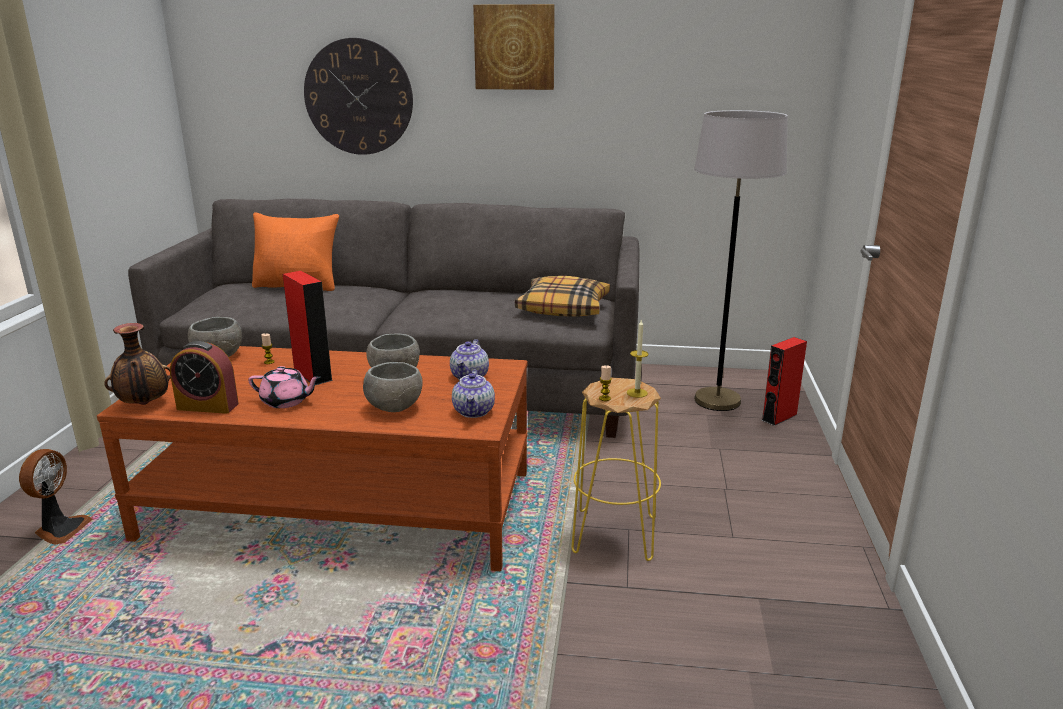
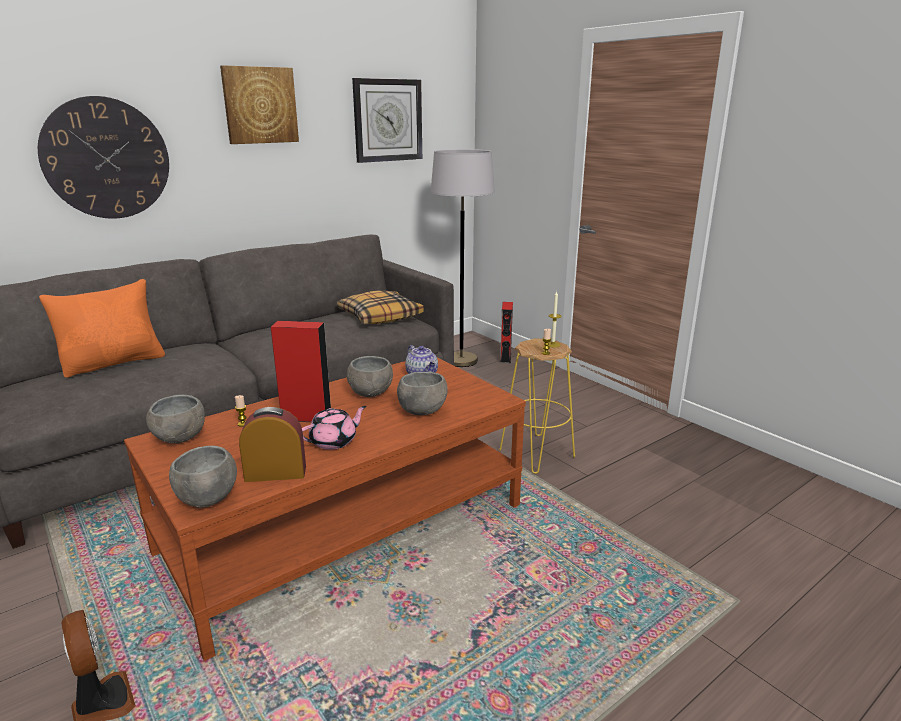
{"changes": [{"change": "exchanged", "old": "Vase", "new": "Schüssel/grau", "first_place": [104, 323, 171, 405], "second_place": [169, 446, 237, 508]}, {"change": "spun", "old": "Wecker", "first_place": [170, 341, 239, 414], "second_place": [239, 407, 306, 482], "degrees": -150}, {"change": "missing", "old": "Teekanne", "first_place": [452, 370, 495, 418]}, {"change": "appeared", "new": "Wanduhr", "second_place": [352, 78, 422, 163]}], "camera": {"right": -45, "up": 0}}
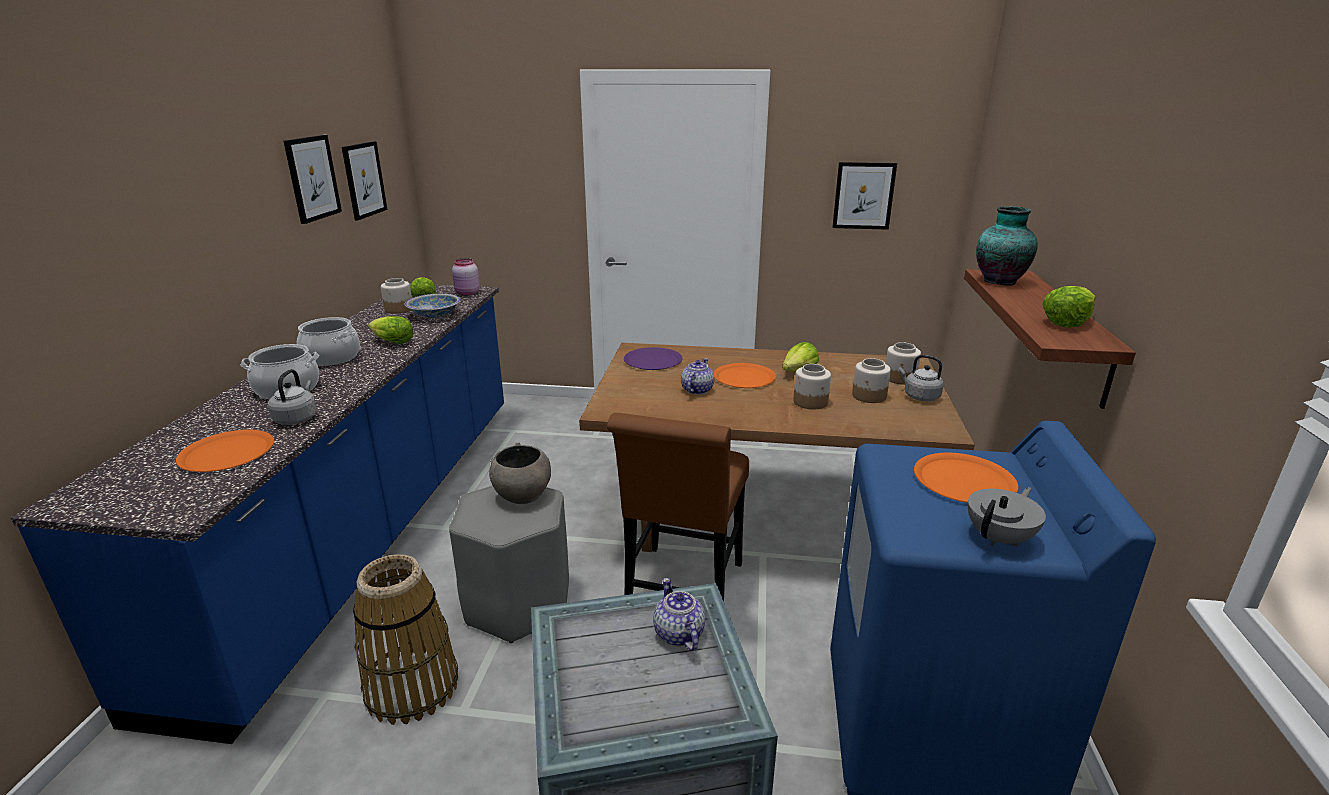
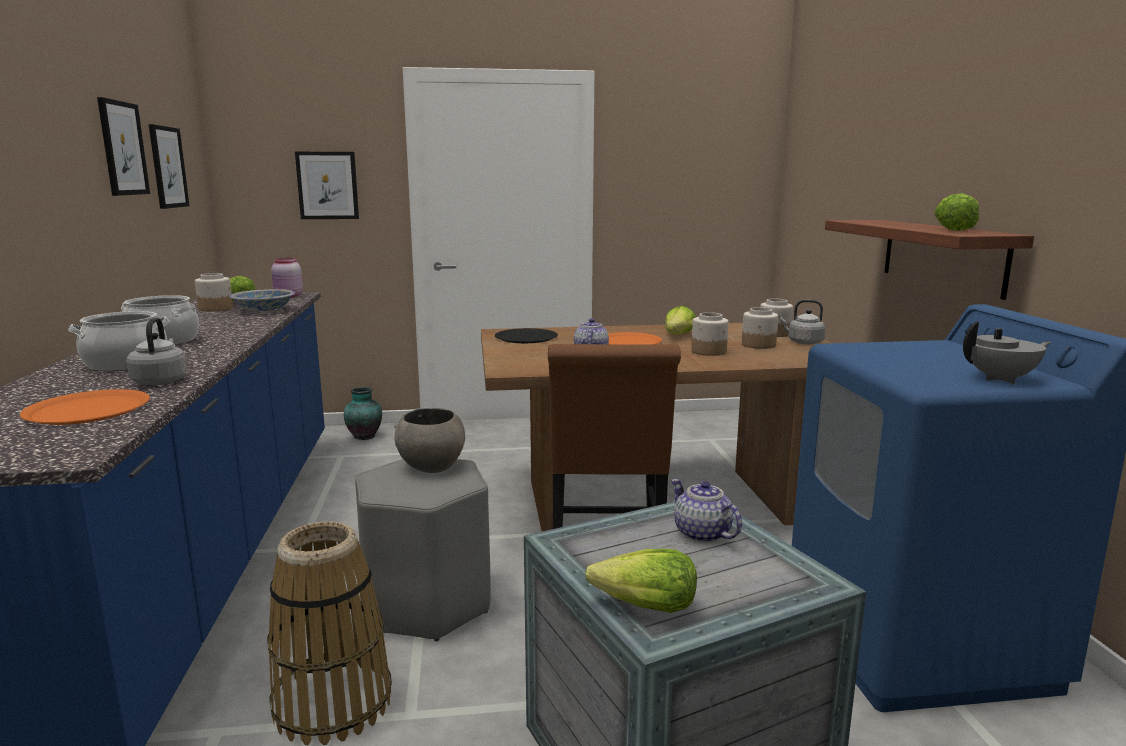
{"changes": [{"change": "relocated", "old": "Bild", "first_place": [832, 162, 897, 230], "second_place": [295, 152, 359, 219]}, {"change": "relocated", "old": "Vase", "first_place": [976, 206, 1038, 286], "second_place": [344, 387, 382, 440]}, {"change": "relocated", "old": "Salatkopf", "first_place": [368, 316, 414, 344], "second_place": [585, 549, 697, 613]}, {"change": "colour", "old": "Teller/lila", "new": "Teller/schwarz", "first_place": [624, 347, 683, 370], "second_place": [495, 328, 558, 343]}, {"change": "missing", "old": "Teller/orange", "first_place": [914, 453, 1018, 503]}, {"change": "spun", "old": "Teekanne/grau", "first_place": [968, 487, 1046, 547], "second_place": [963, 321, 1051, 384], "degrees": 45}], "camera": {"right": -15, "up": -10}}
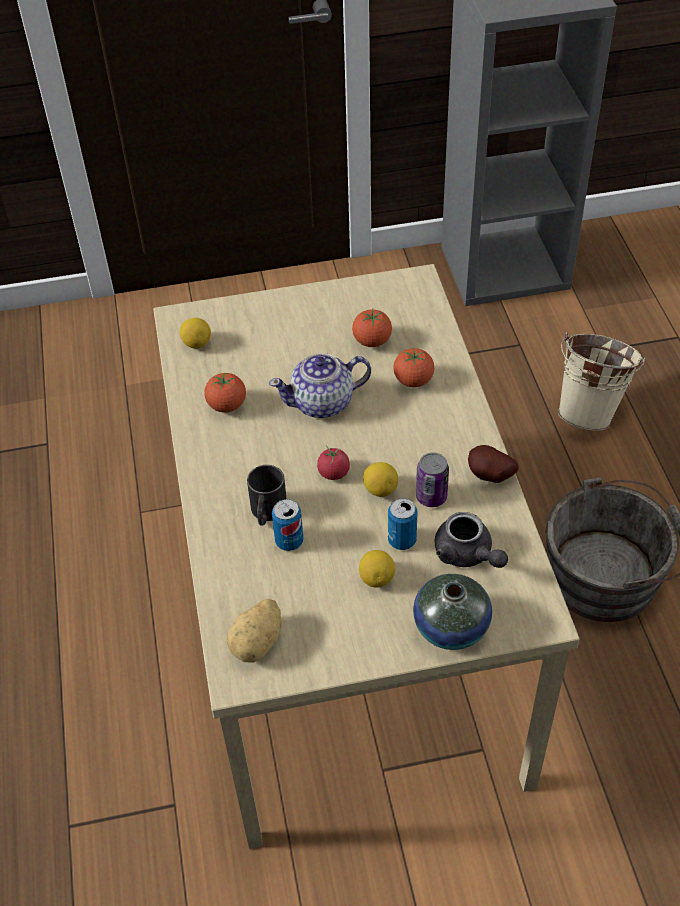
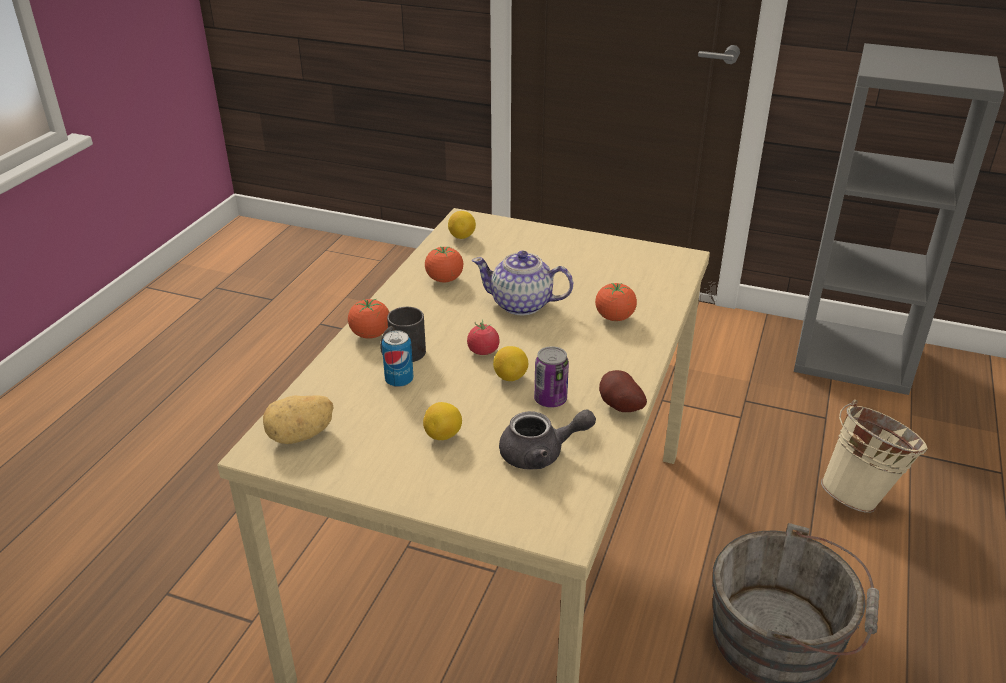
{"changes": [{"change": "relocated", "old": "Tomate", "first_place": [352, 309, 392, 347], "second_place": [348, 299, 390, 339]}, {"change": "missing", "old": "Dose", "first_place": [388, 498, 417, 550]}, {"change": "spun", "old": "Teekanne/grau", "first_place": [435, 512, 508, 568], "second_place": [499, 409, 596, 469], "degrees": -90}, {"change": "missing", "old": "Vase", "first_place": [413, 574, 492, 650]}], "camera": {"right": 30, "up": -15}}
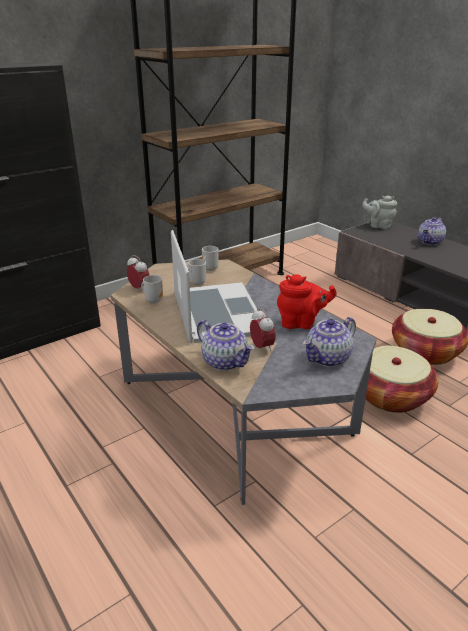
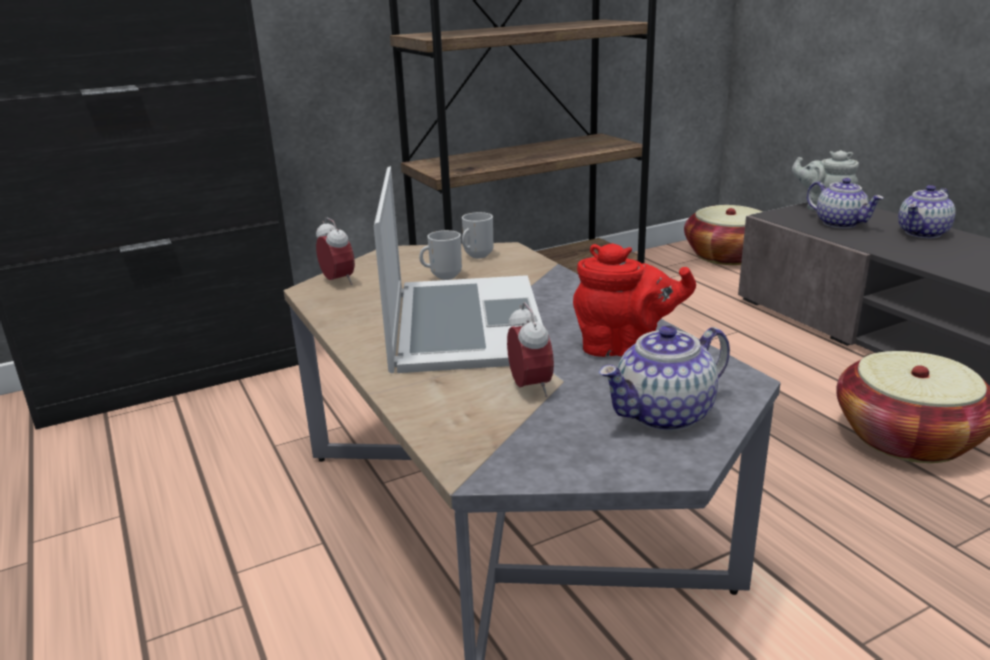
{"changes": [{"change": "missing", "old": "Henkelbecher", "first_place": [141, 275, 163, 304]}, {"change": "relocated", "old": "Teekanne", "first_place": [197, 320, 255, 371], "second_place": [807, 178, 884, 229]}, {"change": "relocated", "old": "Korb", "first_place": [366, 346, 439, 413], "second_place": [684, 205, 763, 265]}], "camera": {"right": 10, "up": -5}}
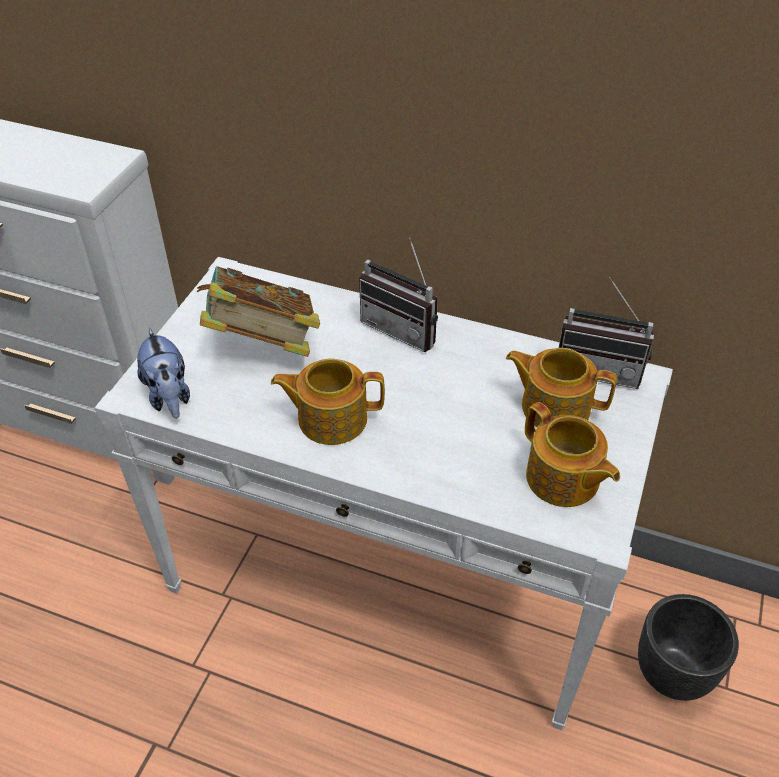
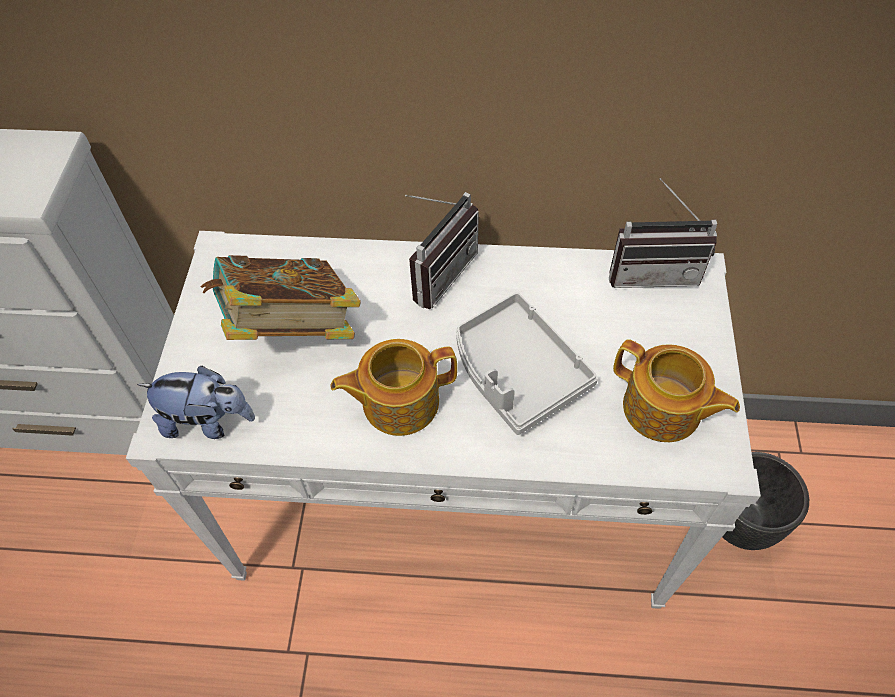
{"changes": [{"change": "spun", "old": "Radio", "first_place": [359, 238, 438, 352], "second_place": [405, 192, 479, 309], "degrees": -75}, {"change": "spun", "old": "Plüschtier", "first_place": [137, 328, 190, 419], "second_place": [137, 366, 255, 439], "degrees": -45}, {"change": "missing", "old": "Teekanne", "first_place": [506, 348, 617, 427]}, {"change": "appeared", "new": "Tablett/grau", "second_place": [456, 292, 598, 435]}], "camera": {"right": -15, "up": 10}}
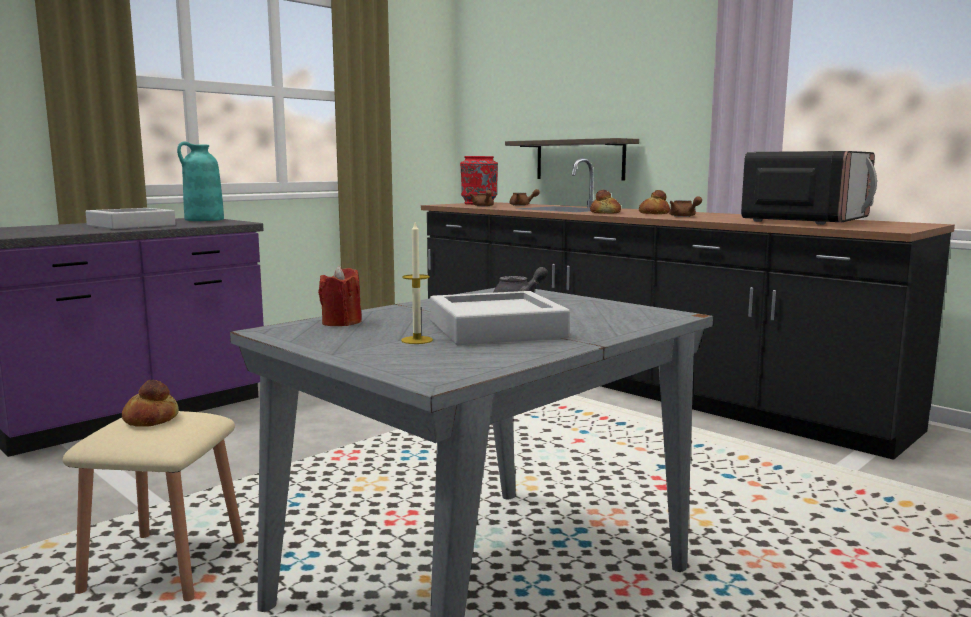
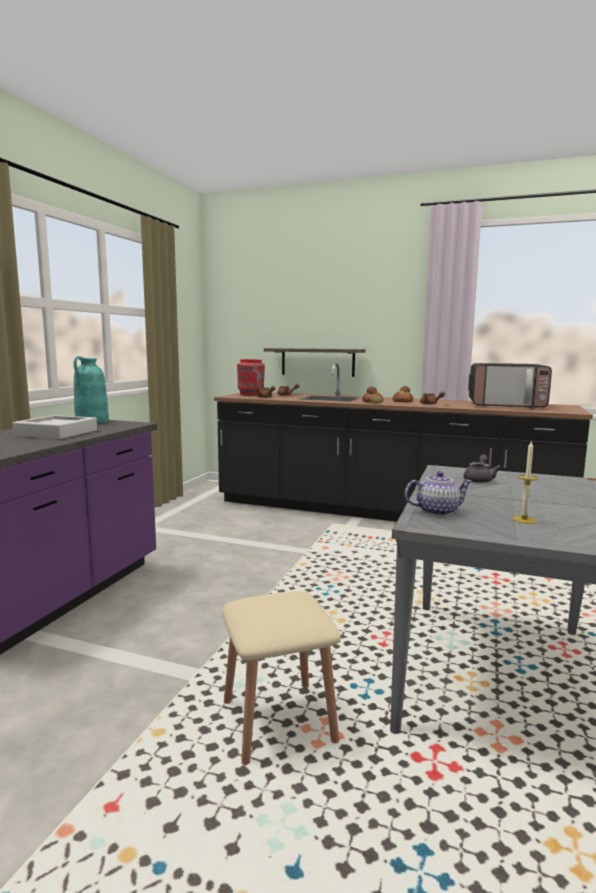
{"changes": [{"change": "spun", "old": "Mikrowelle", "first_place": [741, 151, 877, 225], "second_place": [468, 363, 552, 408], "degrees": 90}, {"change": "exchanged", "old": "Kerze/rot", "new": "Teekanne", "first_place": [318, 266, 362, 326], "second_place": [405, 471, 473, 516]}, {"change": "missing", "old": "Tablett/grau", "first_place": [430, 291, 570, 345]}, {"change": "missing", "old": "Brot", "first_place": [122, 380, 179, 427]}], "camera": {"right": -25, "up": 0}}
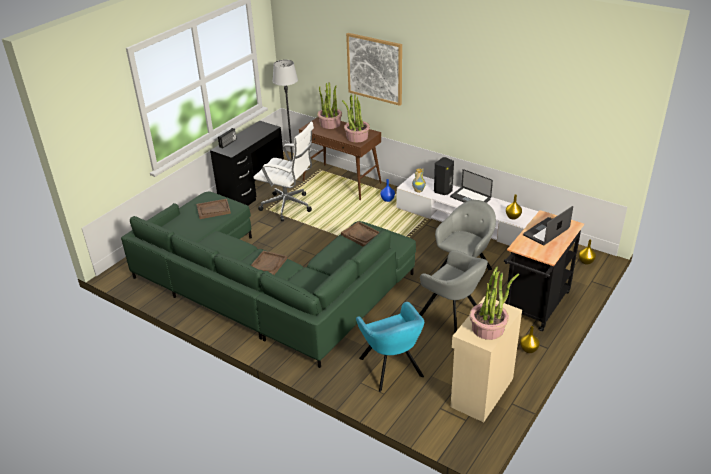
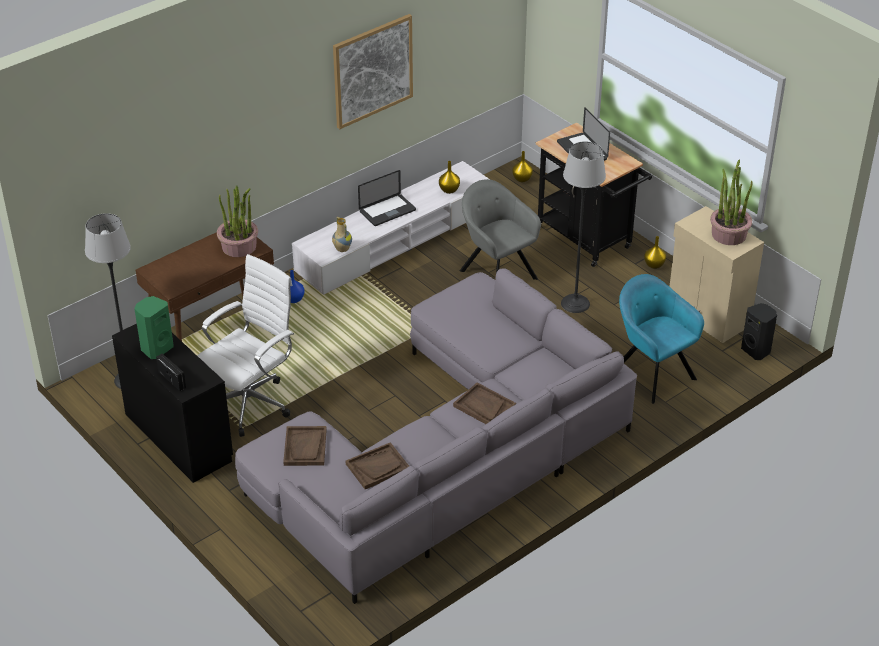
{"changes": [{"change": "relocated", "old": "Bild", "first_place": [346, 33, 402, 106], "second_place": [333, 14, 413, 129]}, {"change": "missing", "old": "Topfpflanze", "first_place": [317, 82, 342, 129]}, {"change": "relocated", "old": "Lautsprecher/schwarz", "first_place": [434, 157, 454, 195], "second_place": [741, 303, 777, 360]}, {"change": "colour", "old": "Sofa/grün", "new": "Sofa/grau", "first_place": [121, 192, 416, 368], "second_place": [235, 268, 637, 604]}, {"change": "relocated", "old": "Tablett/braun", "first_place": [341, 221, 379, 247], "second_place": [346, 442, 409, 489]}, {"change": "exchanged", "old": "Sessel/grau", "new": "Stehlampe", "first_place": [419, 250, 488, 333], "second_place": [561, 142, 606, 313]}, {"change": "spun", "old": "Sessel/türkis", "first_place": [356, 302, 424, 392], "second_place": [619, 274, 704, 404], "degrees": -120}, {"change": "appeared", "new": "Lautsprecher/grün", "second_place": [134, 296, 174, 359]}], "camera": {"right": -75, "up": 5}}
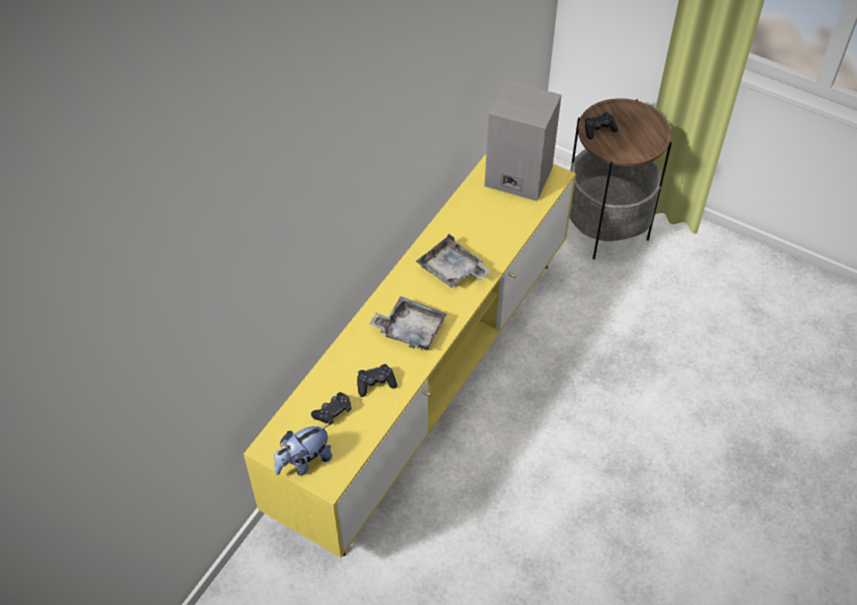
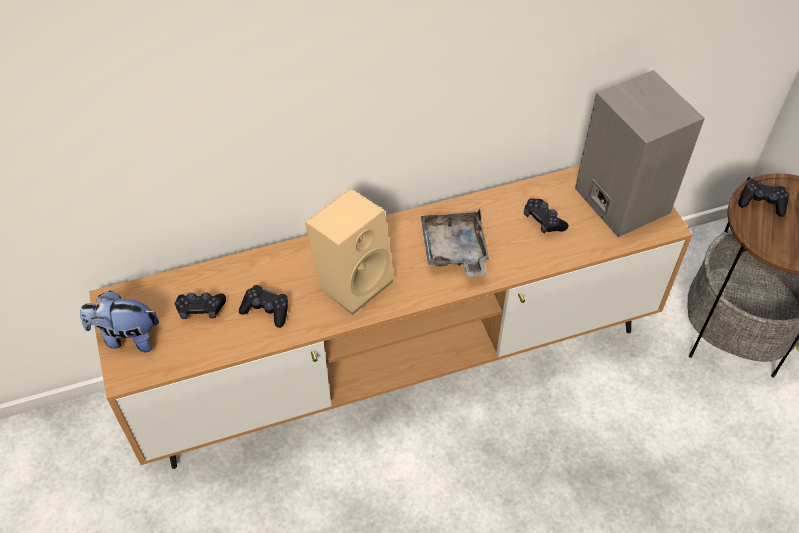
{"changes": [{"change": "colour", "old": "Fernsehschrank/gelb", "new": "Fernsehschrank/braun", "first_place": [244, 154, 576, 558], "second_place": [89, 166, 693, 469]}, {"change": "exchanged", "old": "Tablett/grau", "new": "Lautsprecher/beige", "first_place": [369, 296, 447, 350], "second_place": [305, 188, 394, 315]}, {"change": "appeared", "new": "Gamepad/schwarz", "second_place": [524, 198, 568, 234]}], "camera": {"right": 40, "up": 0}}
